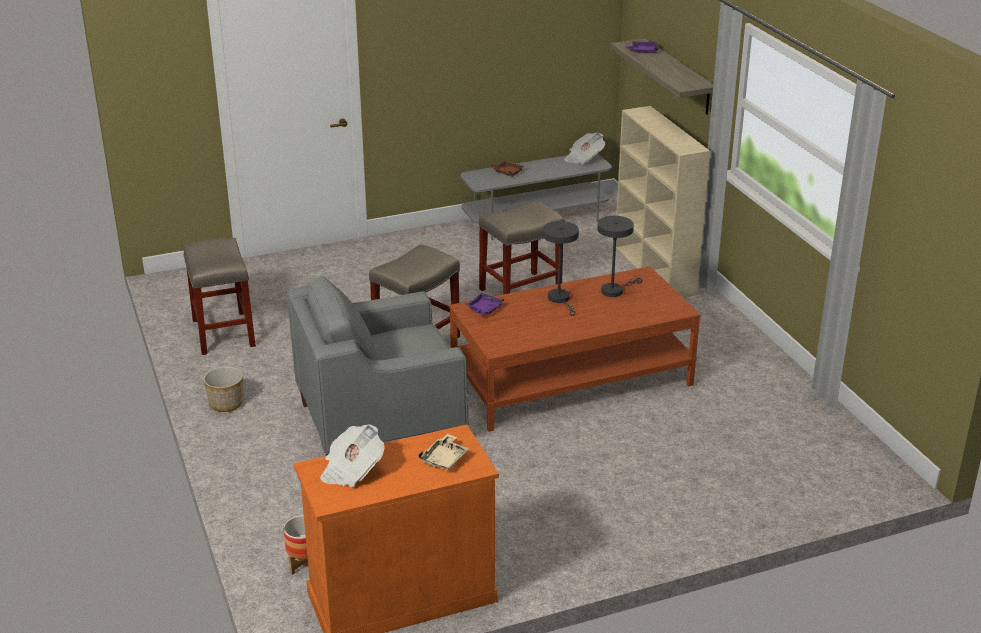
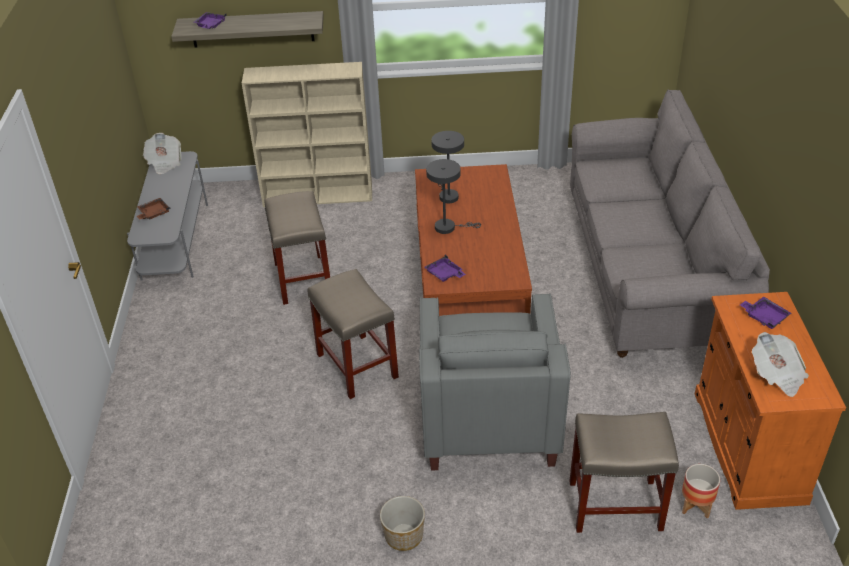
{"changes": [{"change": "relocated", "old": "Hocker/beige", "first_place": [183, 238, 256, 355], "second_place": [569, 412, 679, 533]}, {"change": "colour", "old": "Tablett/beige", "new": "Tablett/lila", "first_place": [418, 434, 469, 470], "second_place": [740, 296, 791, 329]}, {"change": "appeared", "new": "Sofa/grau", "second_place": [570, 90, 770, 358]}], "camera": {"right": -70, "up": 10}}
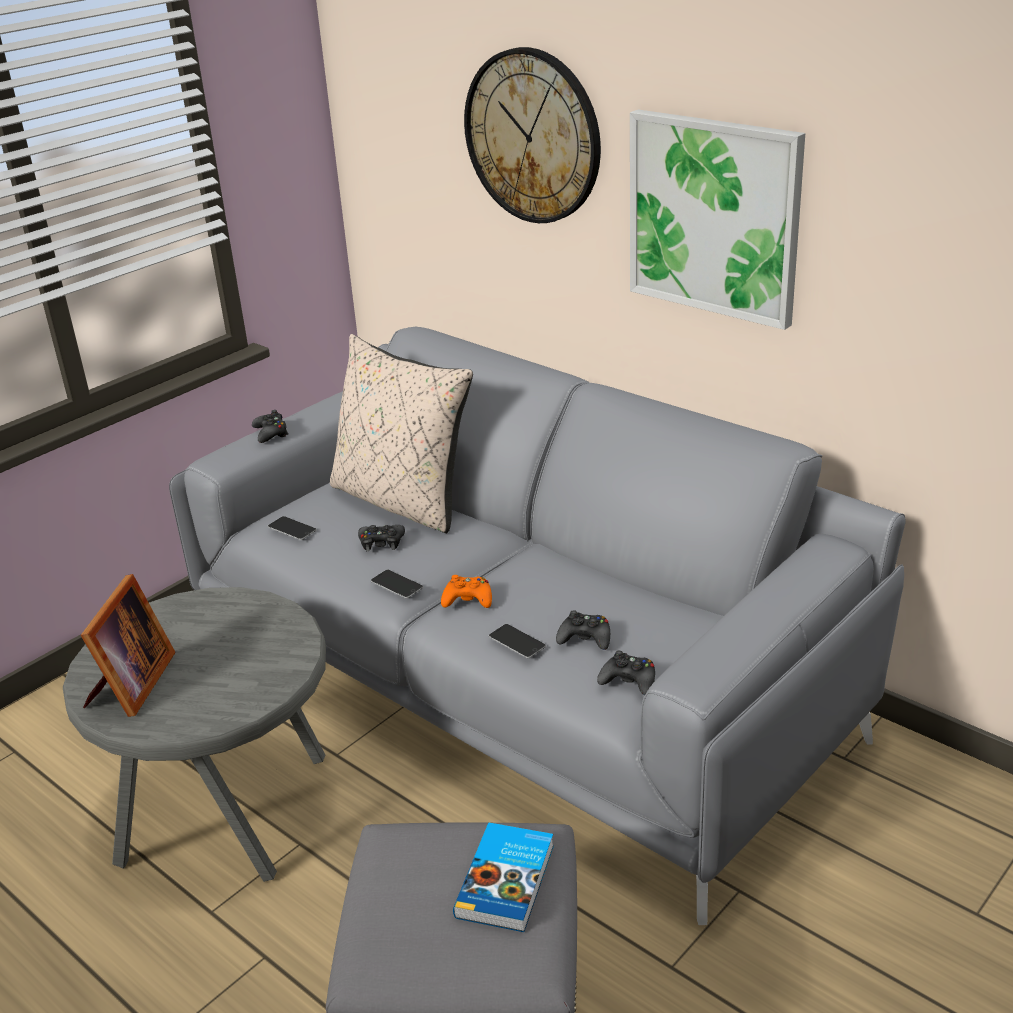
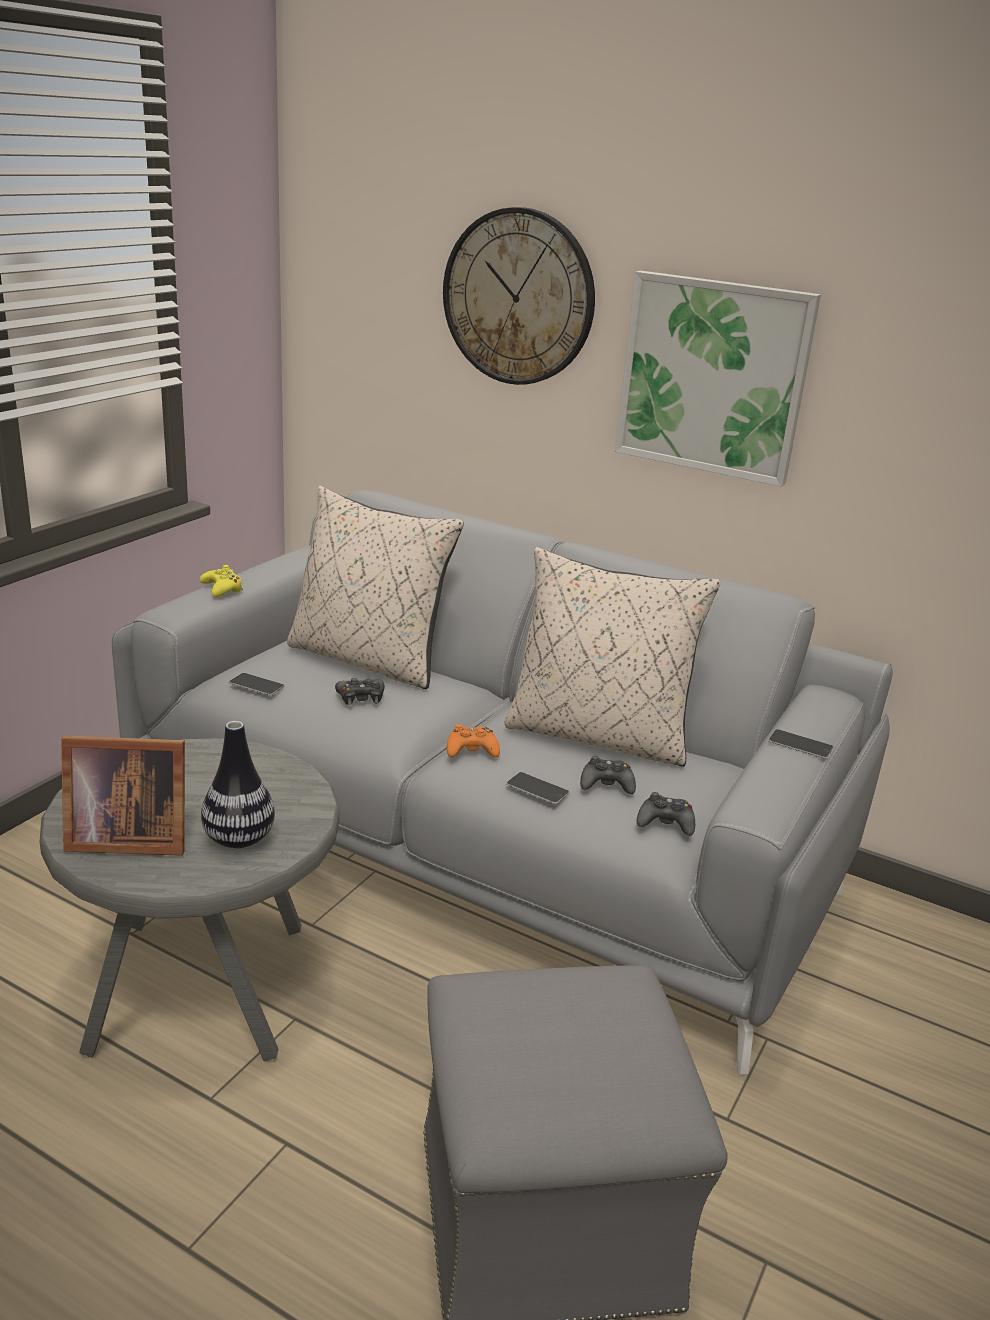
{"changes": [{"change": "colour", "old": "Gamepad/schwarz", "new": "Gamepad/gelb", "first_place": [252, 410, 289, 443], "second_place": [200, 565, 243, 597]}, {"change": "relocated", "old": "Handy", "first_place": [370, 570, 424, 598], "second_place": [768, 729, 833, 759]}, {"change": "spun", "old": "Bilderrahmen", "first_place": [81, 574, 175, 717], "second_place": [61, 736, 185, 856], "degrees": 90}, {"change": "missing", "old": "Buch", "first_place": [453, 823, 554, 932]}, {"change": "appeared", "new": "Kissen/beige", "second_place": [505, 547, 720, 767]}, {"change": "appeared", "new": "Vase", "second_place": [201, 721, 275, 848]}], "camera": {"right": -15, "up": -5}}
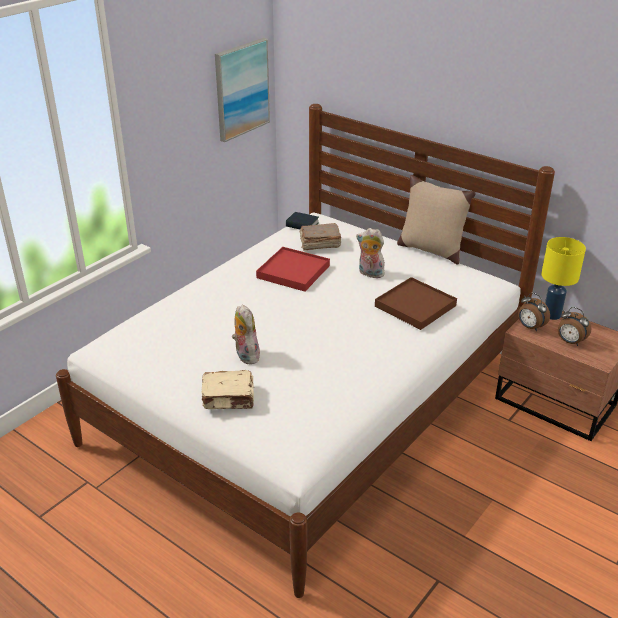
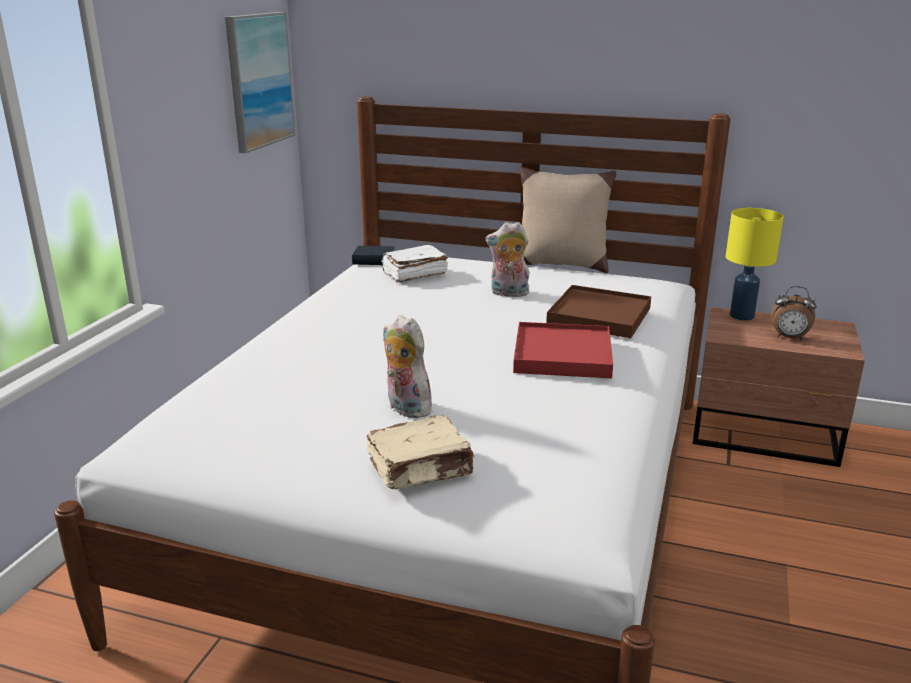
{"changes": [{"change": "colour", "old": "Buch/braun", "new": "Buch/weiß", "first_place": [300, 223, 341, 250], "second_place": [382, 245, 448, 283]}, {"change": "relocated", "old": "Tablett/rot", "first_place": [256, 247, 330, 292], "second_place": [513, 322, 613, 378]}, {"change": "missing", "old": "Wecker", "first_place": [518, 293, 550, 331]}], "camera": {"right": -20, "up": -10}}
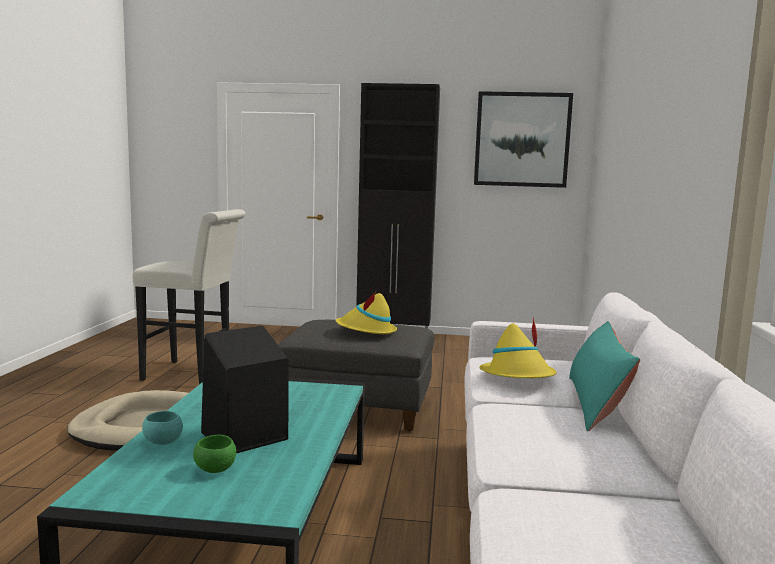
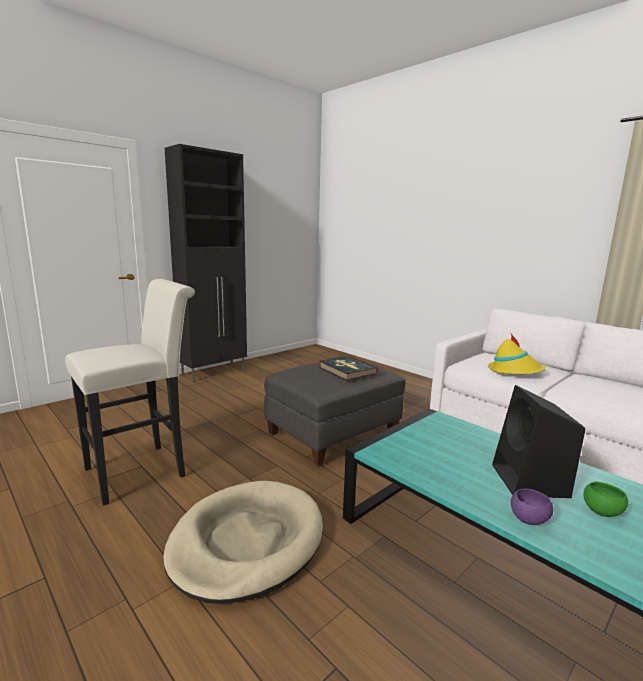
{"changes": [{"change": "missing", "old": "Bild", "first_place": [474, 91, 573, 188]}, {"change": "exchanged", "old": "Hut/gelb", "new": "Buch", "first_place": [336, 292, 397, 334], "second_place": [319, 356, 378, 381]}, {"change": "missing", "old": "Kissen/türkis", "first_place": [569, 321, 640, 431]}, {"change": "colour", "old": "Schüssel/türkis", "new": "Schüssel/lila", "first_place": [142, 411, 183, 445], "second_place": [511, 489, 553, 525]}], "camera": {"right": -50, "up": 5}}
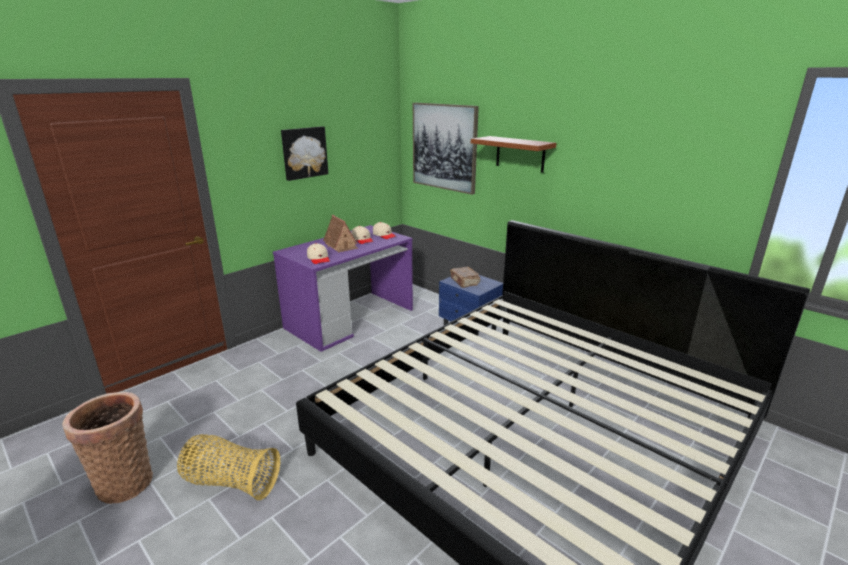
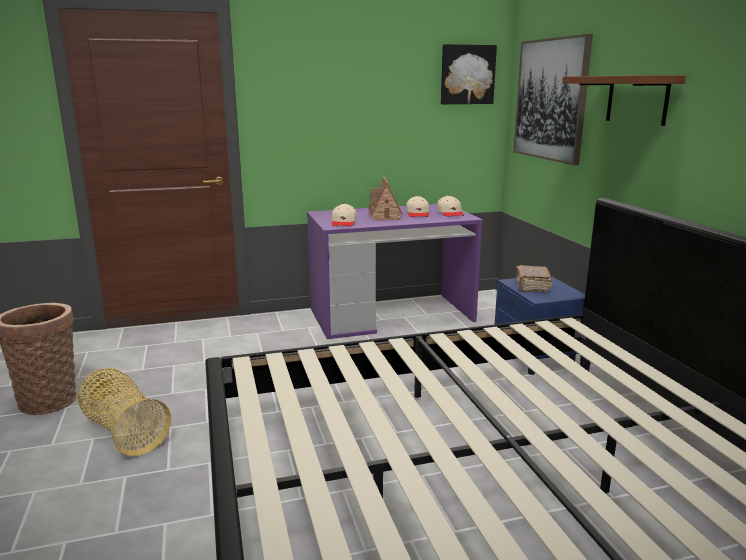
{"changes": [{"change": "relocated", "old": "Bild", "first_place": [281, 126, 328, 181], "second_place": [441, 44, 497, 104]}], "camera": {"right": 30, "up": -5}}
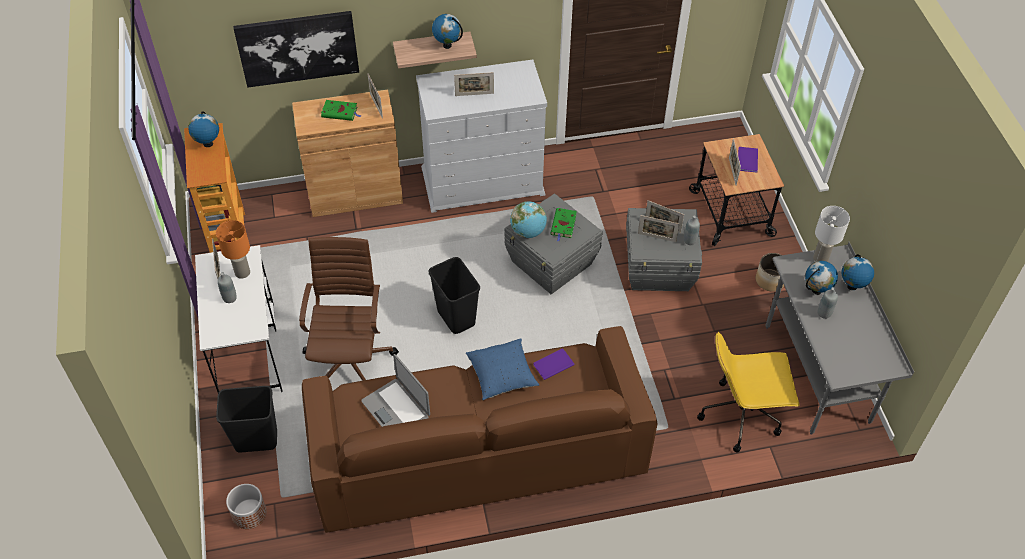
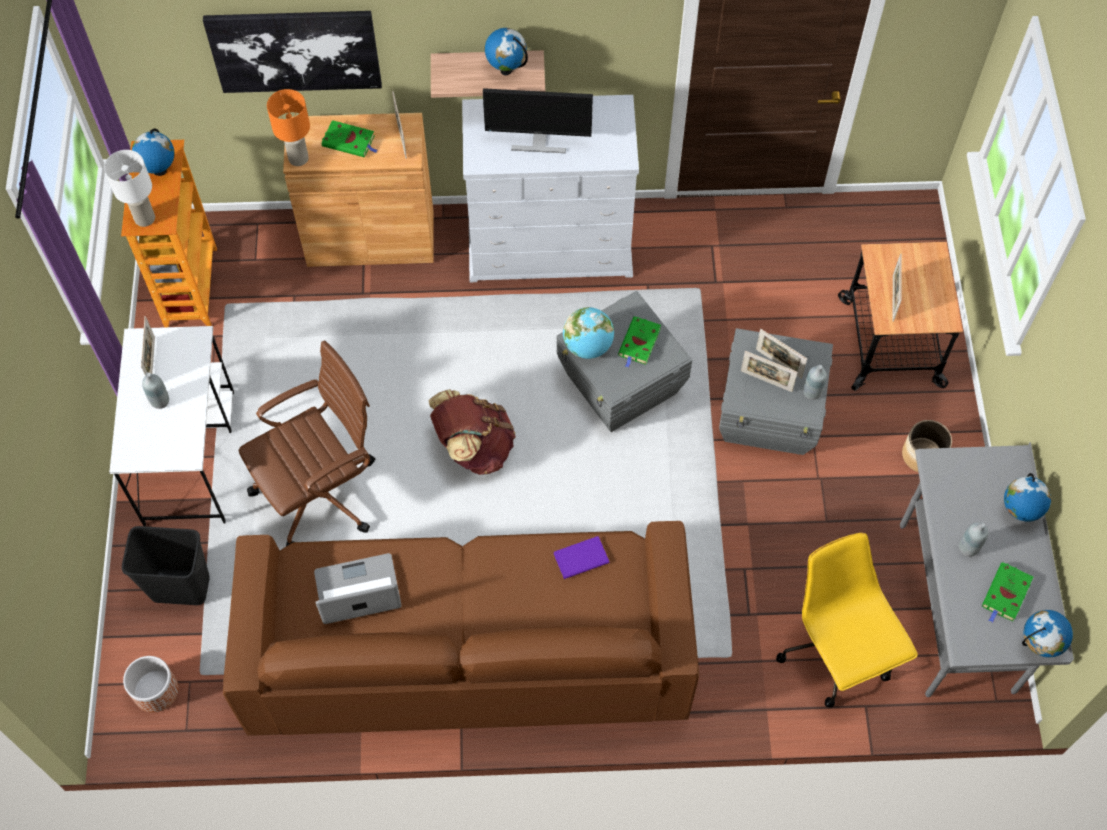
{"changes": [{"change": "exchanged", "old": "Bilderrahmen", "new": "Monitor", "first_place": [454, 72, 494, 96], "second_place": [483, 88, 593, 153]}, {"change": "missing", "old": "Buch/lila", "first_place": [738, 147, 758, 173]}, {"change": "relocated", "old": "Tischlampe/weiß", "first_place": [813, 206, 850, 262], "second_place": [104, 150, 155, 227]}, {"change": "relocated", "old": "Tischlampe/orange", "first_place": [216, 220, 250, 279], "second_place": [267, 89, 310, 166]}, {"change": "spun", "old": "Bürostuhl/braun", "first_place": [299, 237, 399, 381], "second_place": [239, 340, 375, 546], "degrees": 45}, {"change": "exchanged", "old": "Mülleimer/schwarz", "new": "Rucksack/braun", "first_place": [429, 257, 480, 334], "second_place": [428, 389, 516, 475]}, {"change": "relocated", "old": "Globus", "first_place": [805, 261, 838, 295], "second_place": [1022, 610, 1073, 657]}, {"change": "spun", "old": "Bürostuhl/gelb", "first_place": [697, 332, 799, 453], "second_place": [776, 533, 918, 708], "degrees": 60}, {"change": "missing", "old": "Kissen/blau", "first_place": [466, 338, 539, 400]}, {"change": "spun", "old": "Laptop", "first_place": [361, 354, 430, 427], "second_place": [314, 553, 401, 624], "degrees": 105}, {"change": "appeared", "new": "Buch/grün", "second_place": [982, 562, 1033, 623]}], "camera": {"right": 10, "up": 10}}
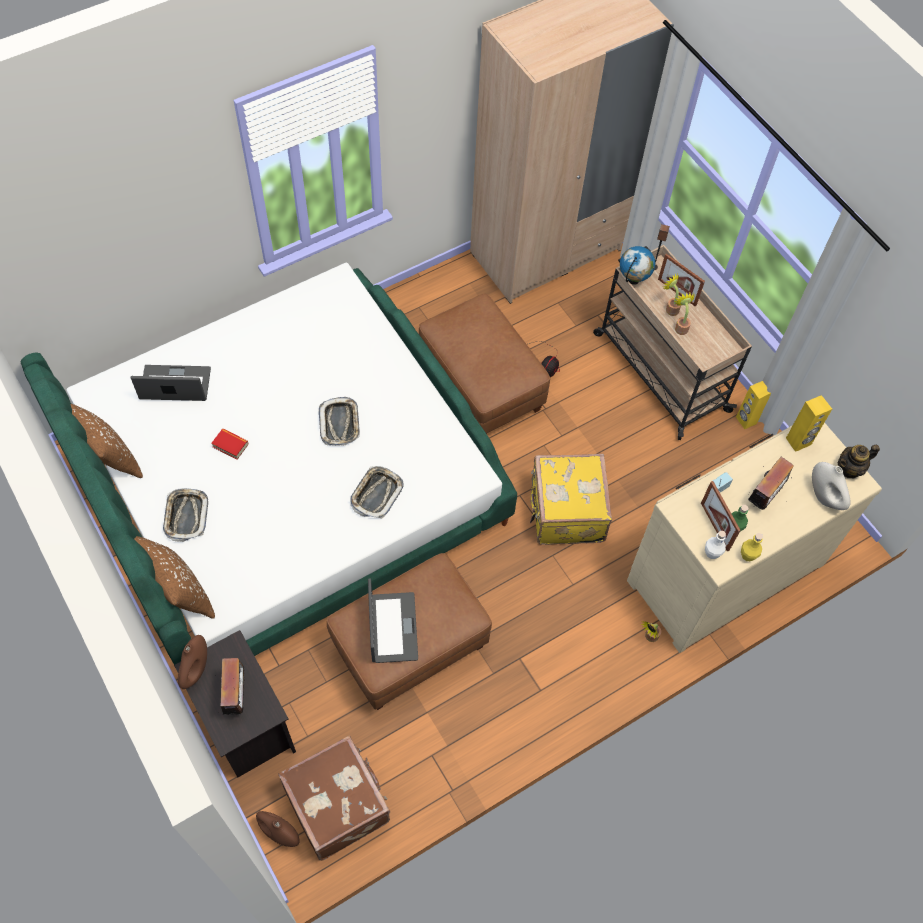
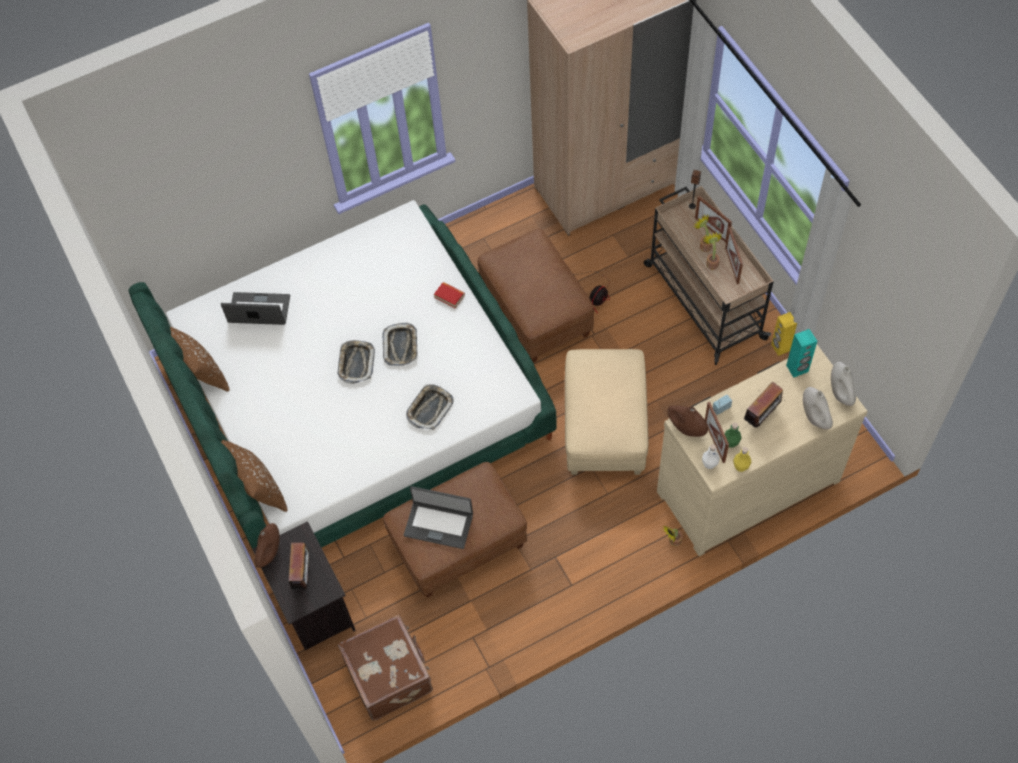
{"changes": [{"change": "missing", "old": "Globus", "first_place": [620, 246, 655, 285]}, {"change": "colour", "old": "Lautsprecher/gelb", "new": "Lautsprecher/türkis", "first_place": [786, 395, 832, 452], "second_place": [786, 329, 817, 378]}, {"change": "relocated", "old": "Buch", "first_place": [211, 429, 249, 460], "second_place": [434, 282, 465, 309]}, {"change": "exchanged", "old": "Teekanne", "new": "Vase/weiß", "first_place": [838, 445, 880, 478], "second_place": [831, 362, 856, 406]}, {"change": "exchanged", "old": "Koffer/gelb", "new": "Polsterhocker/beige", "first_place": [530, 454, 612, 545], "second_place": [565, 349, 648, 475]}, {"change": "relocated", "old": "Tablett", "first_place": [163, 488, 208, 542], "second_place": [337, 340, 375, 384]}, {"change": "spun", "old": "Laptop", "first_place": [368, 578, 418, 663], "second_place": [404, 486, 473, 549], "degrees": 105}, {"change": "relocated", "old": "Vase/braun", "first_place": [256, 811, 300, 847], "second_place": [668, 405, 708, 437]}, {"change": "appeared", "new": "Bilderrahmen", "second_place": [725, 227, 743, 284]}], "camera": {"right": 10, "up": 0}}
